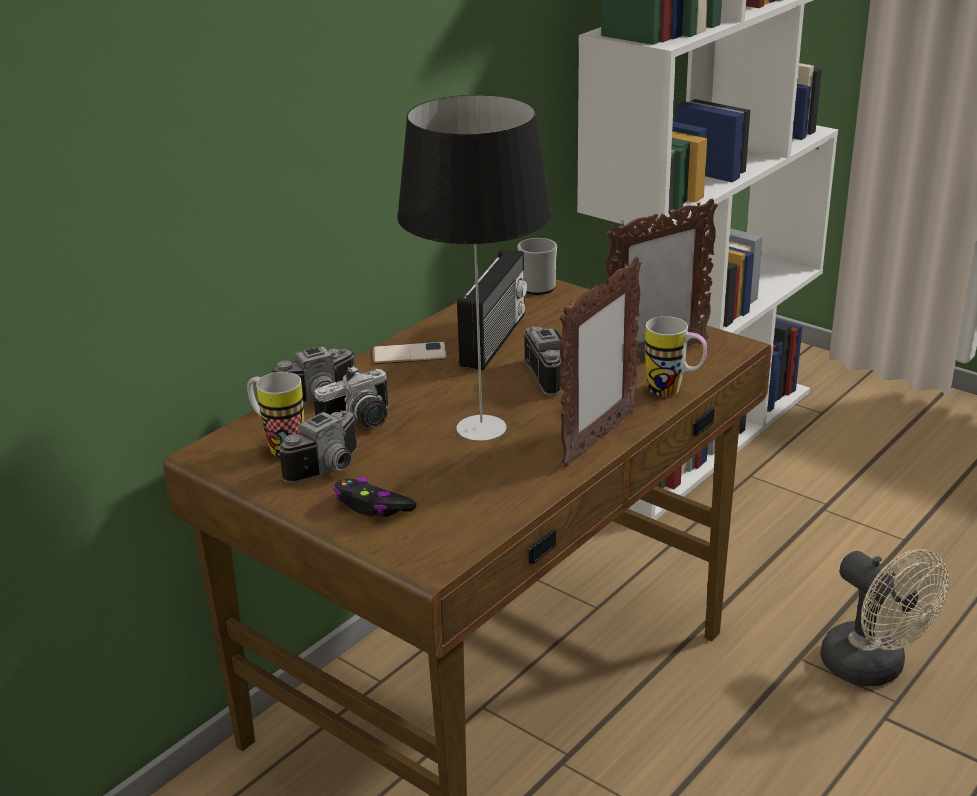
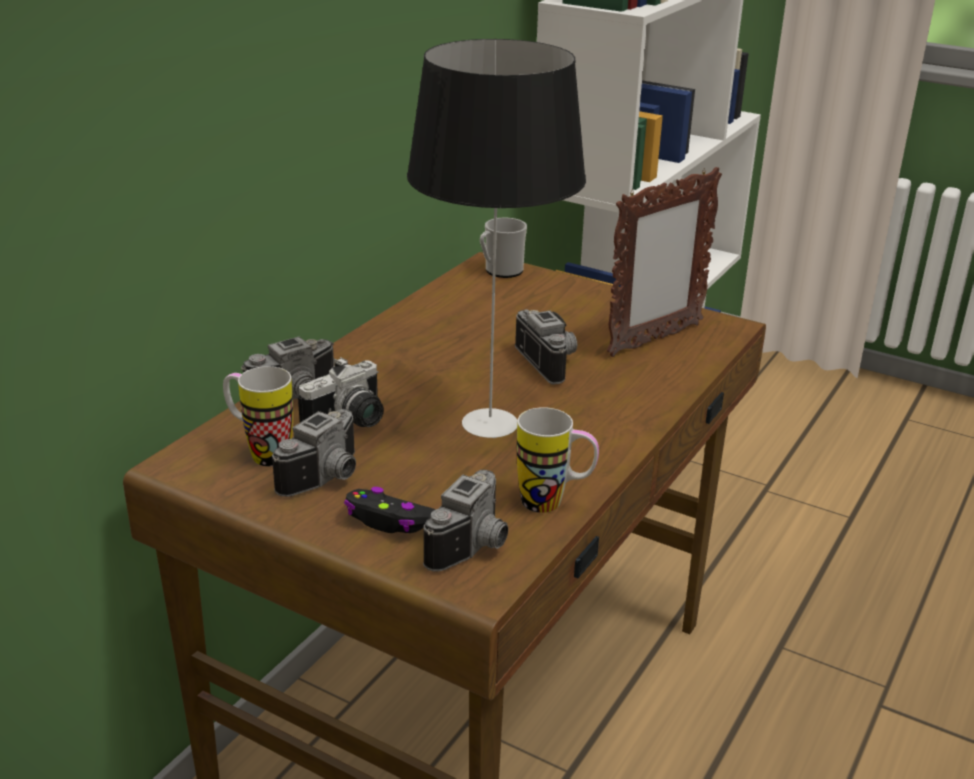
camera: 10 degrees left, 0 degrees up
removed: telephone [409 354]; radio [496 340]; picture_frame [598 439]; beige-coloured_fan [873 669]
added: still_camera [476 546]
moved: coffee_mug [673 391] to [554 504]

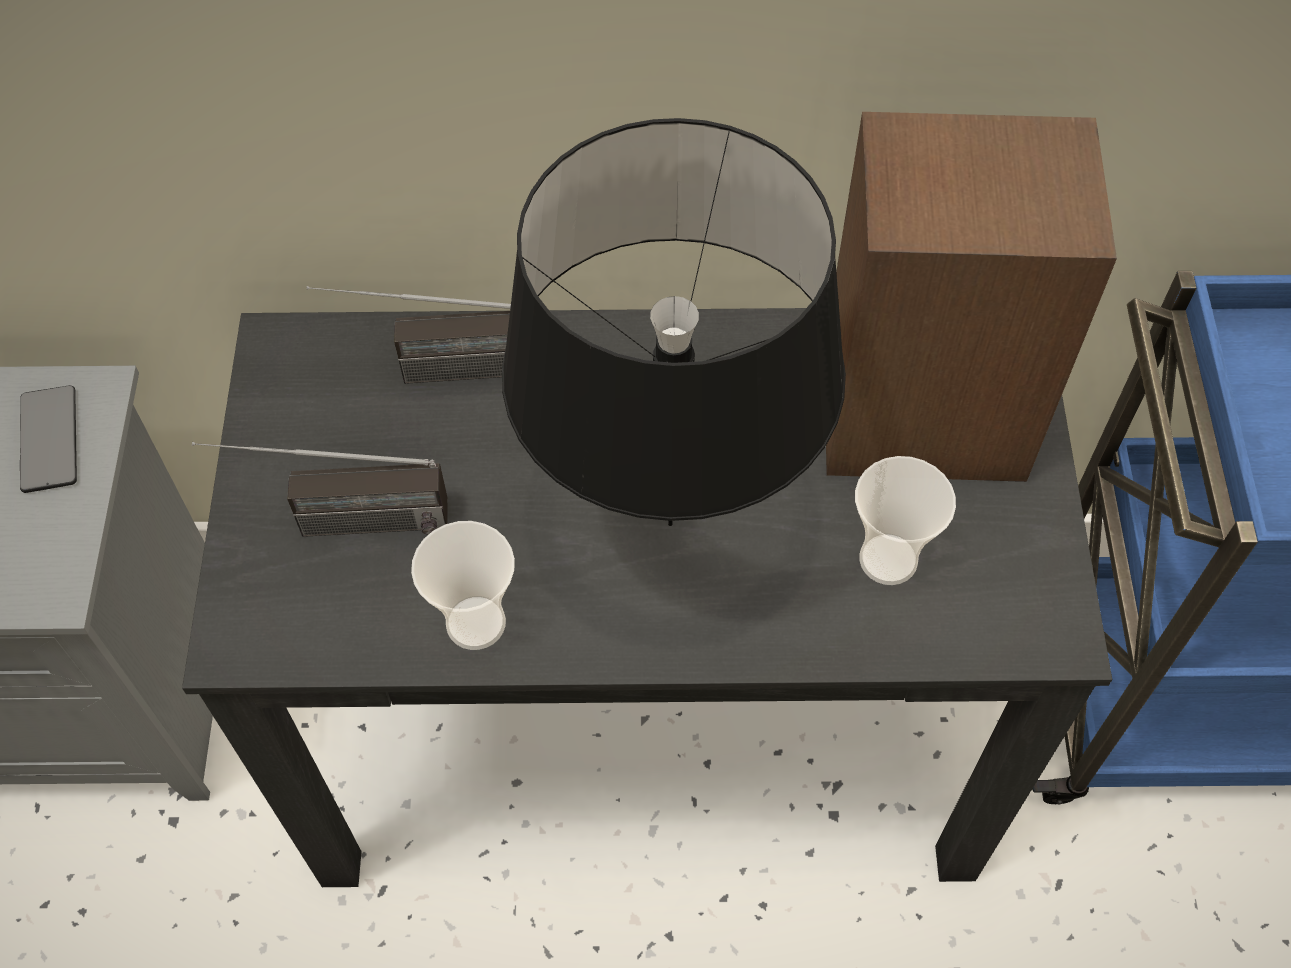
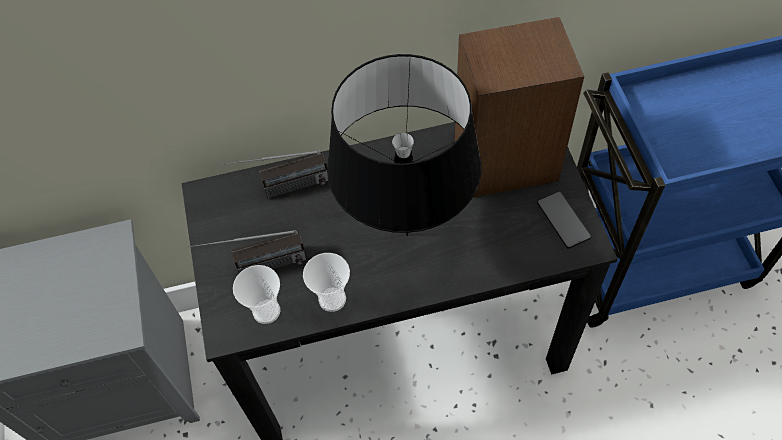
camera: 10 degrees left, 0 degrees up
moved: cup [888 559] to [266 311]; telephone [49 440] to [563 220]

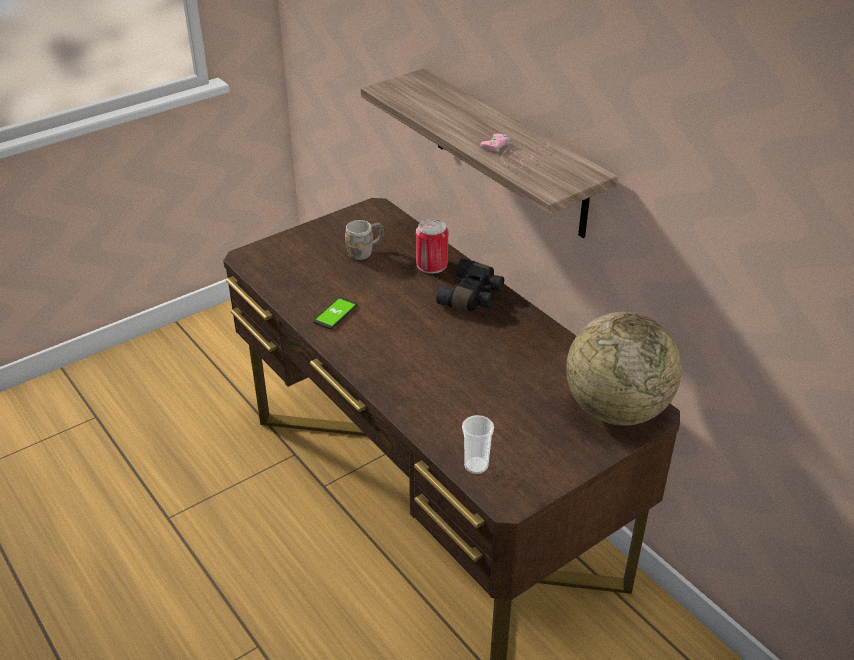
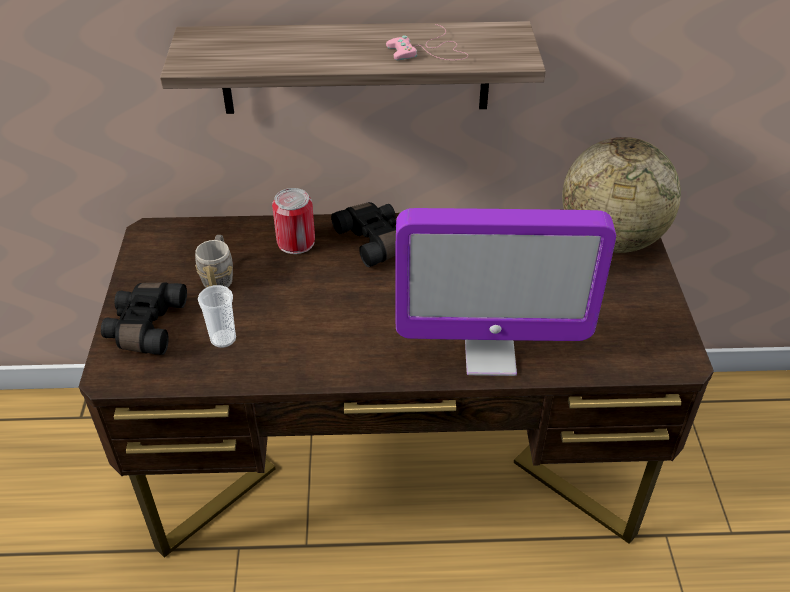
camera: 55 degrees left, 5 degrees up
removed: telephone [335 314]
added: black_binoculars [145 326]; monitor [490 355]
moved: cup [476 465] to [223 339]

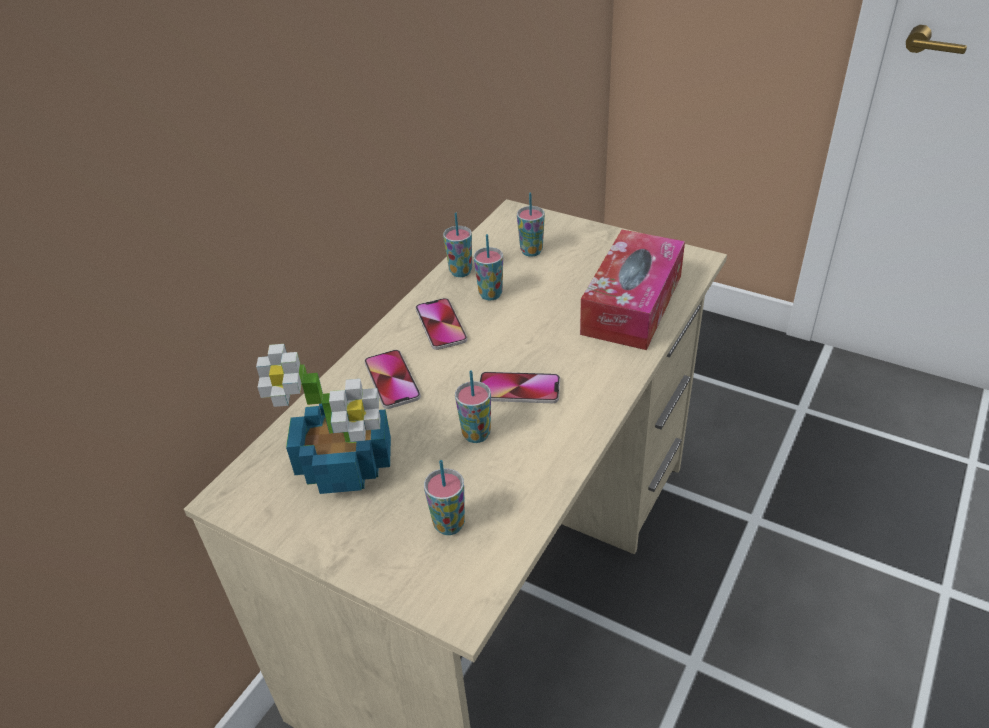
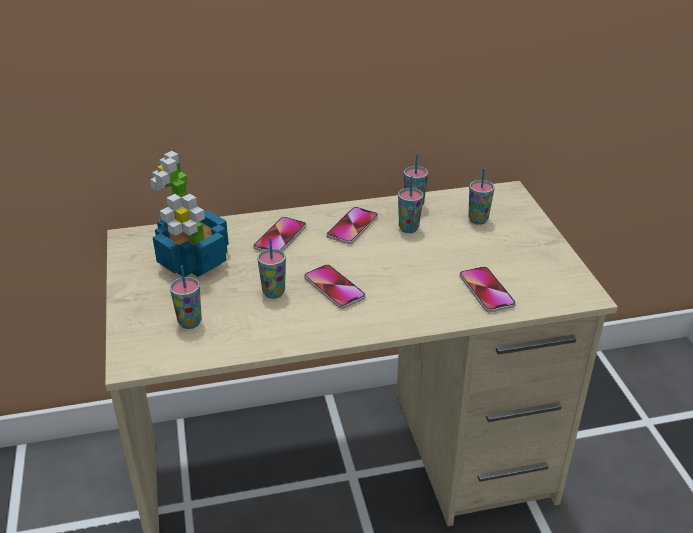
camera: 45 degrees right, 5 degrees down
replaced: tissue_box [632 304] to telephone [486 290]

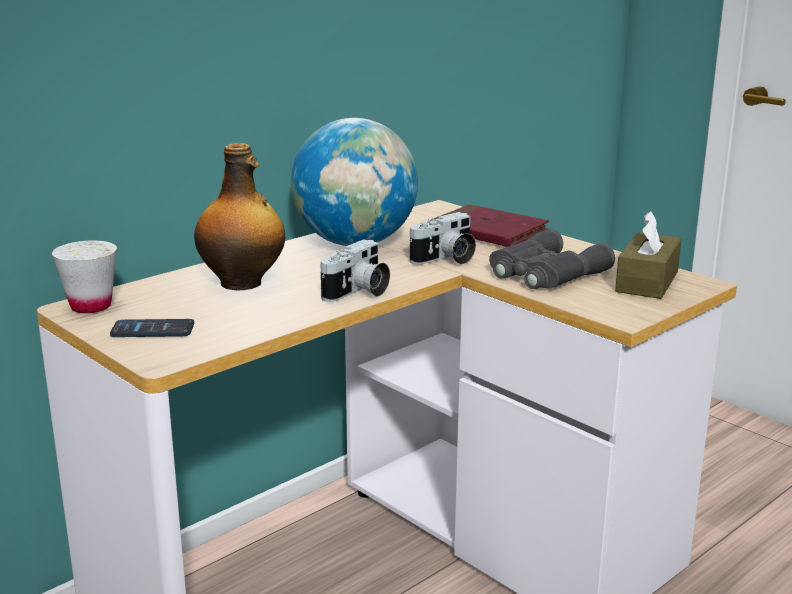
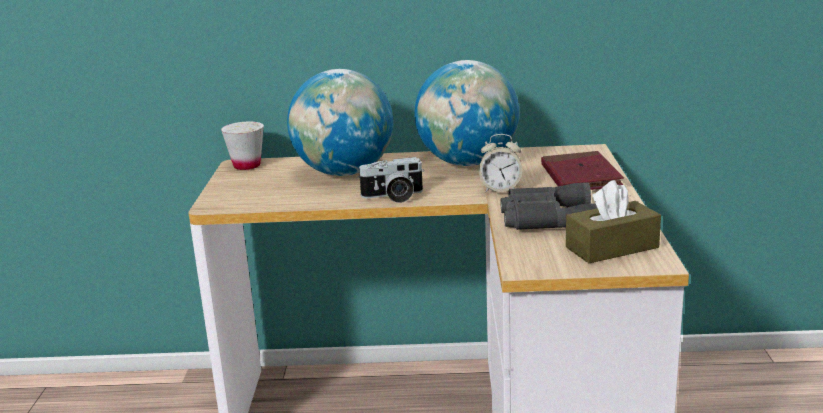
camera: 45 degrees right, 0 degrees up
removed: telephone [152 330]
replaced: beverage_bottle [242 283] to world_globe [344 173]; still_camera [445 259] to bedside_clock [500 189]

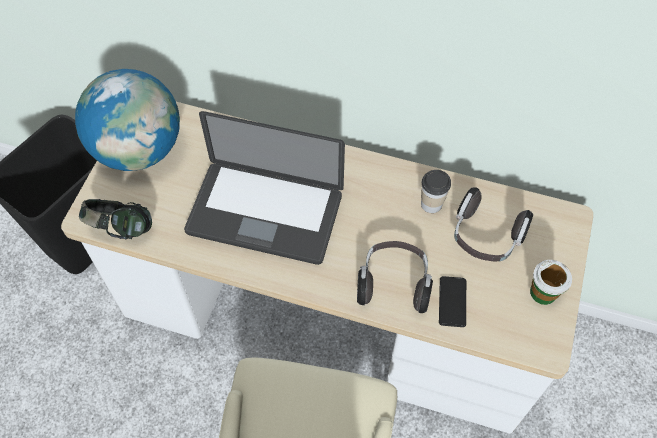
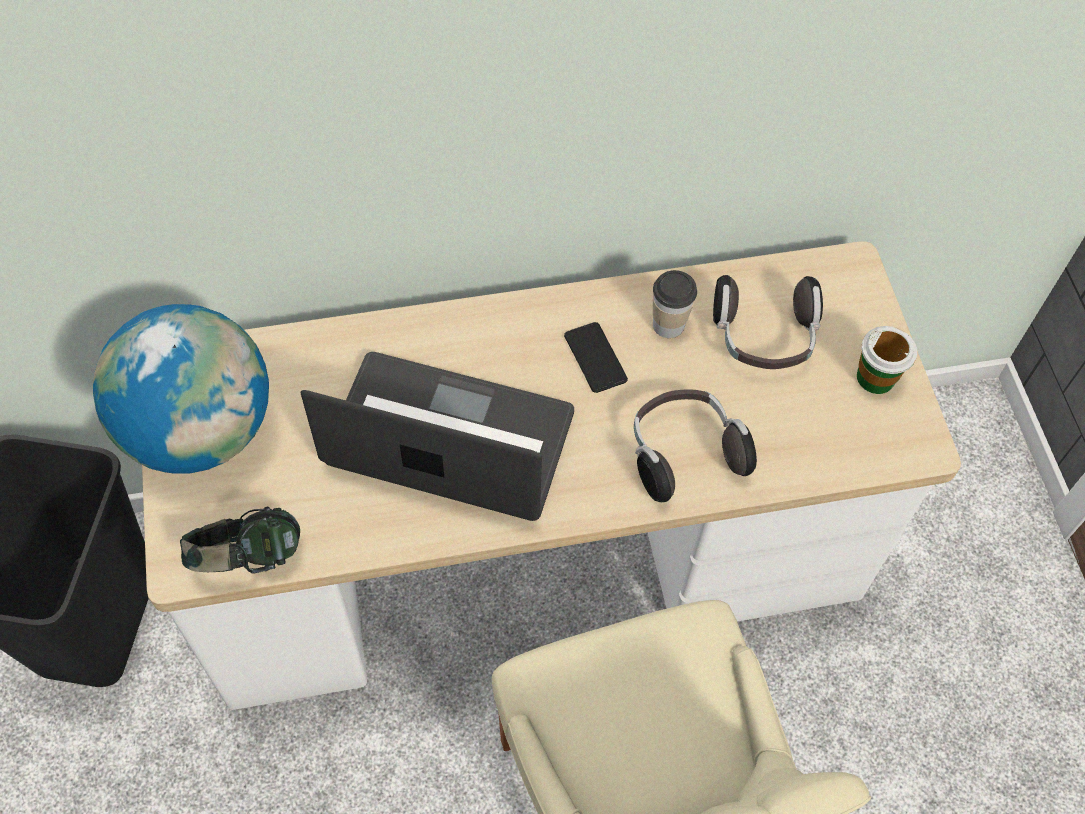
camera: 30 degrees left, 0 degrees up
moved: telephone [452 302] to [595 358]
turned: notebook_computer [265 213] = [449 439] 150 degrees counterclockwise

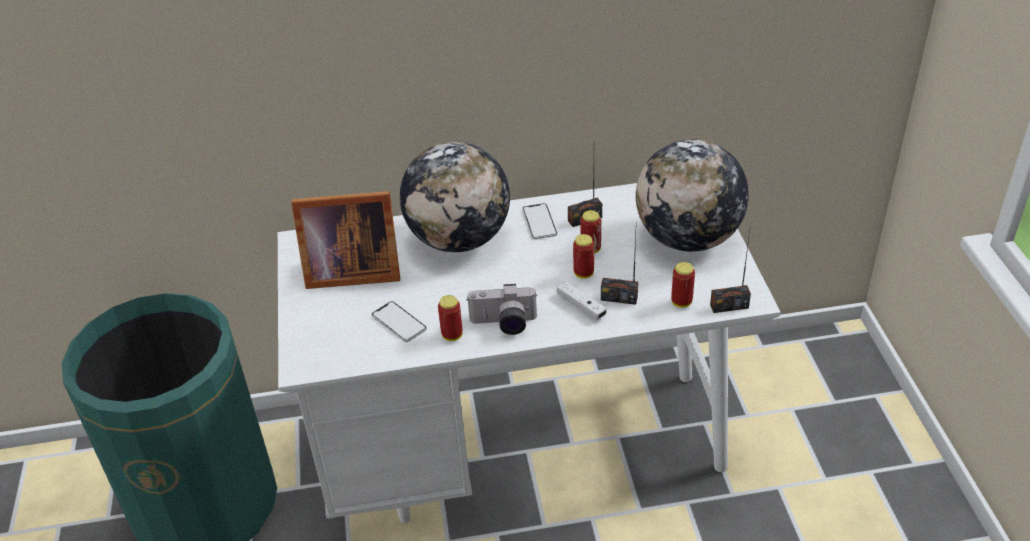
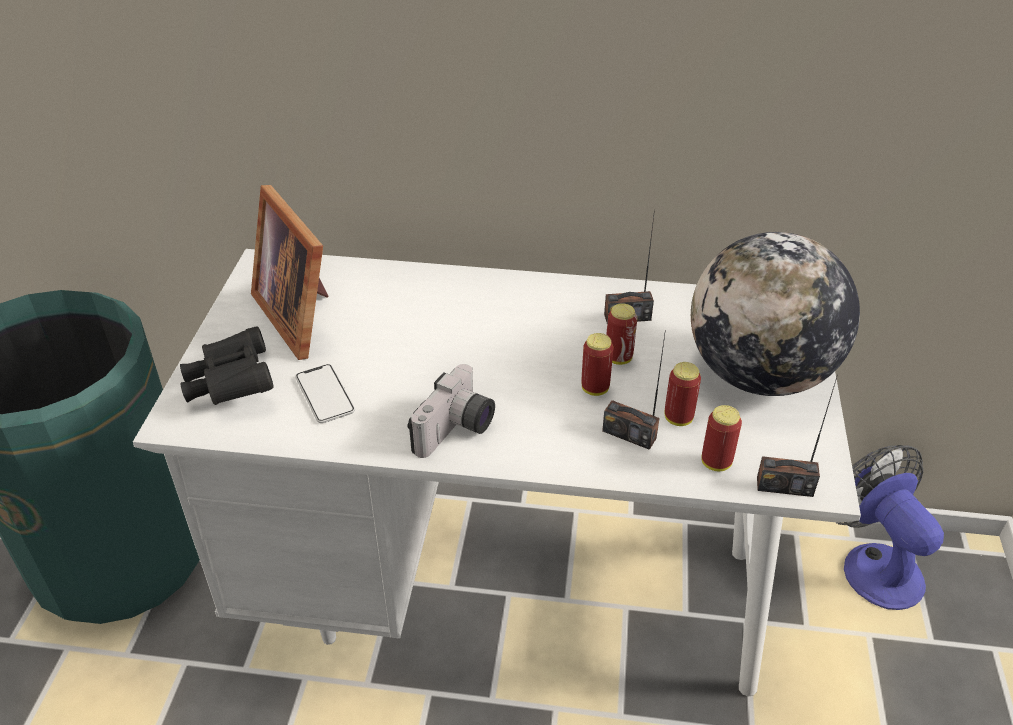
camera: 15 degrees right, 0 degrees up
removed: world_globe [459 239]; telephone [539 222]; white_gamepad [581 306]
added: black_binoculars [231 385]; fan [873 564]
moved: metal_can [452 335] to [678 418]
turned: picture_frame [349 271] = [301 314] 45 degrees clockwise; still_camera [503 324] = [456 431] 75 degrees counterclockwise

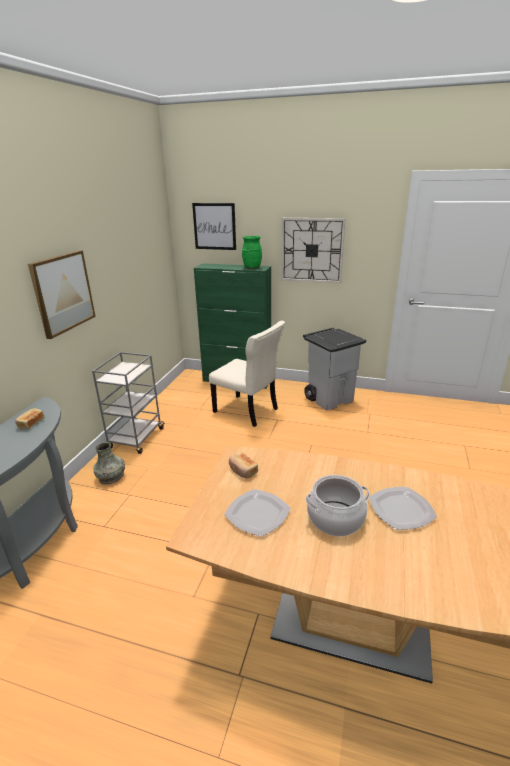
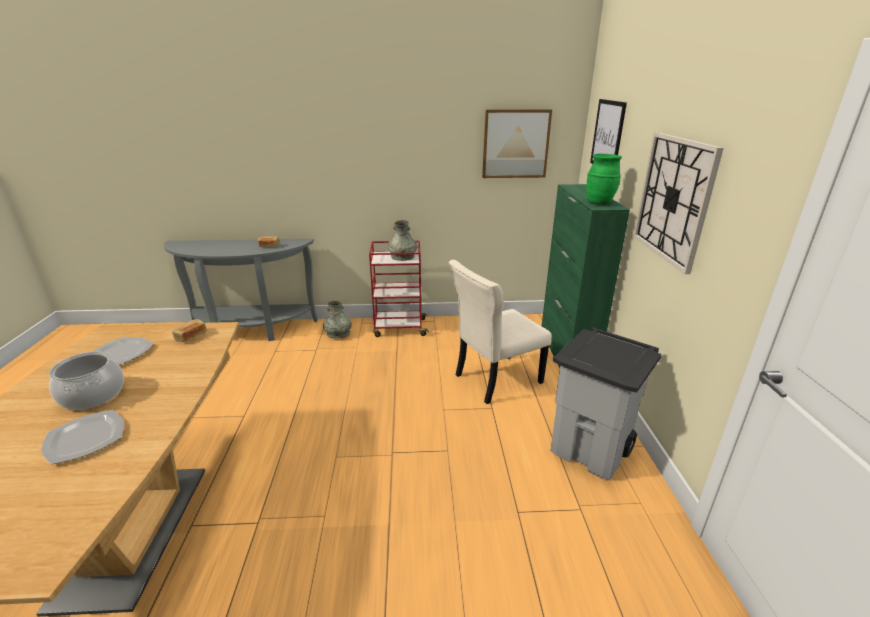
camera: 70 degrees right, 0 degrees up
added: greyish_vase [402 256]
moved: wall_picture [63 293] to [515 144]
recoloured: greyish_wheeled_cart [136 439] to reddish_wheeled_cart [399 328]
turned: beige-coloured_chair [247 411] = [495 379] 45 degrees clockwise

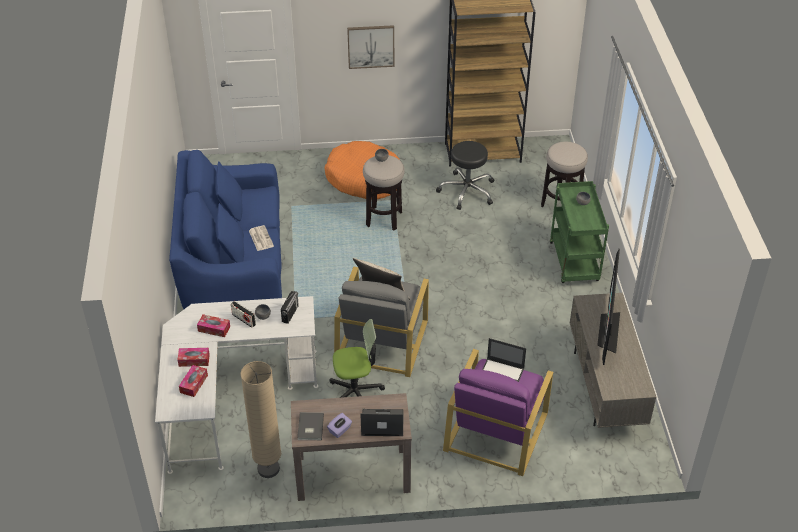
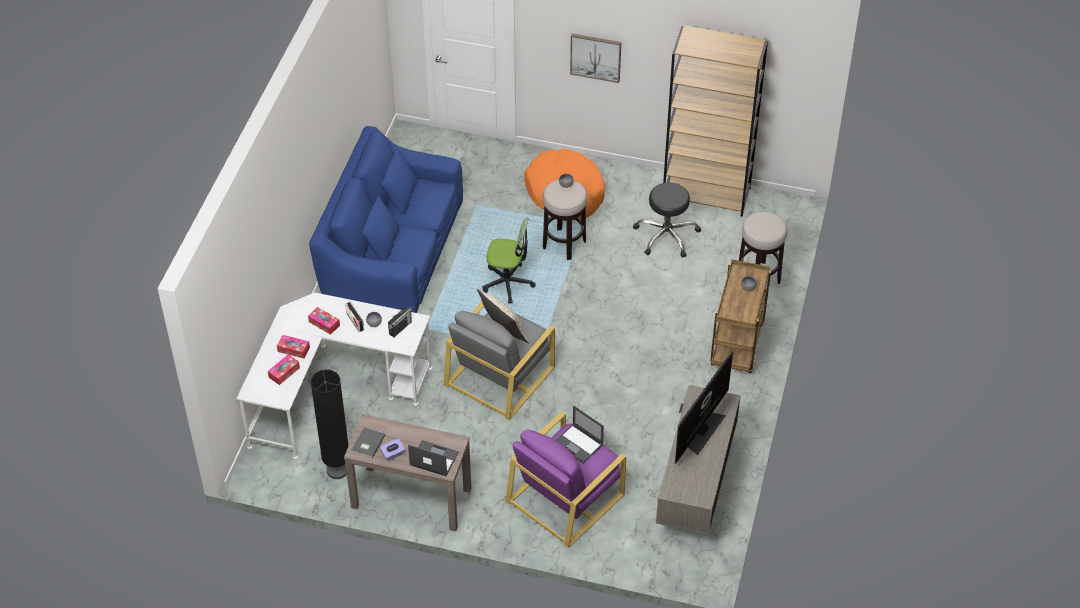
camera: 20 degrees right, 5 degrees up
removed: printed_paper [260 238]
moved: office_chair [356 392] to [508 283]
recoloured: beige-coloured_standing_lamp [268 469] to black_standing_lamp [337 470]; green_wheeled_cart [575 263] to brown-coloured_wheeled_cart [737 347]

